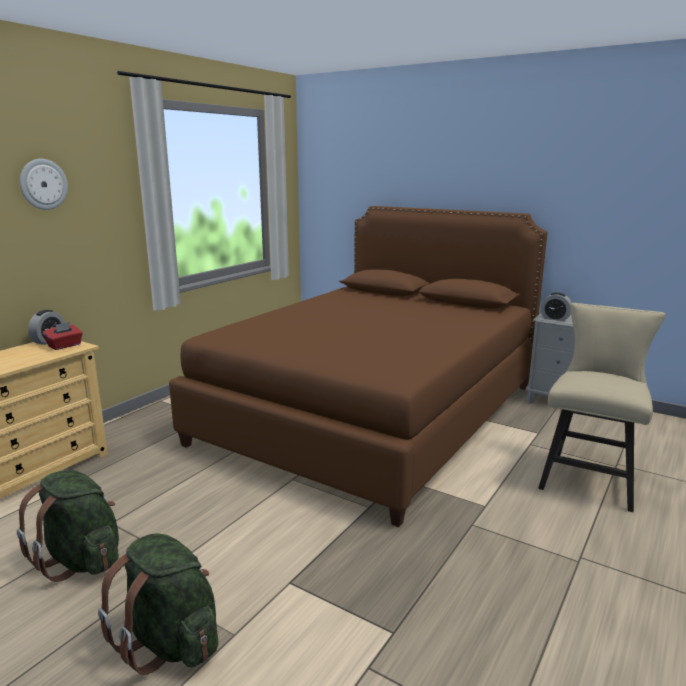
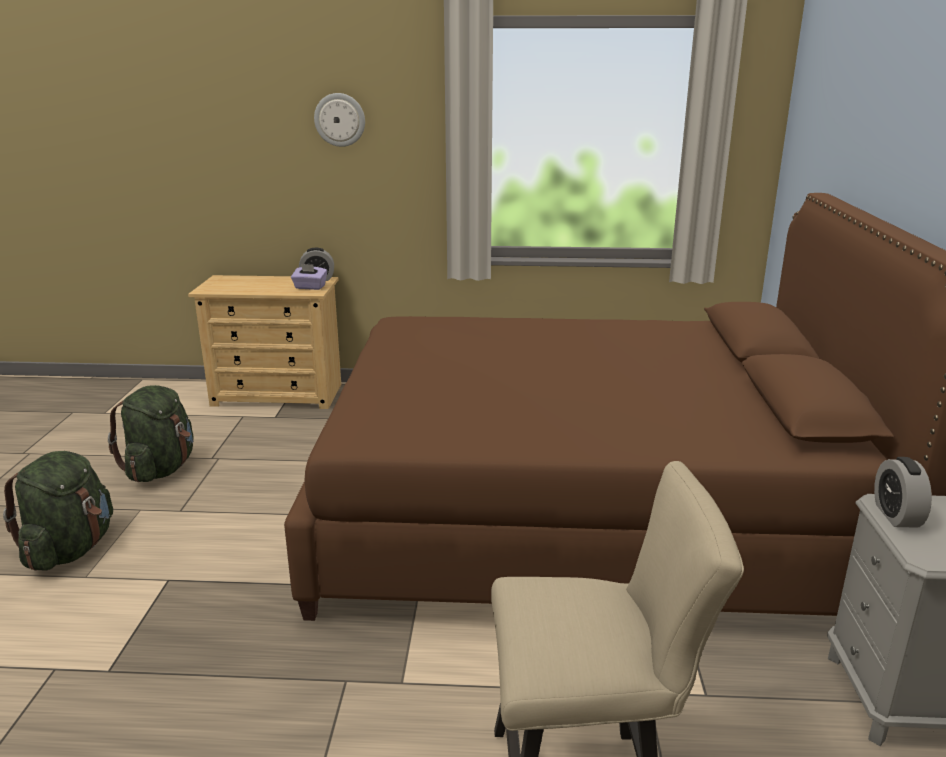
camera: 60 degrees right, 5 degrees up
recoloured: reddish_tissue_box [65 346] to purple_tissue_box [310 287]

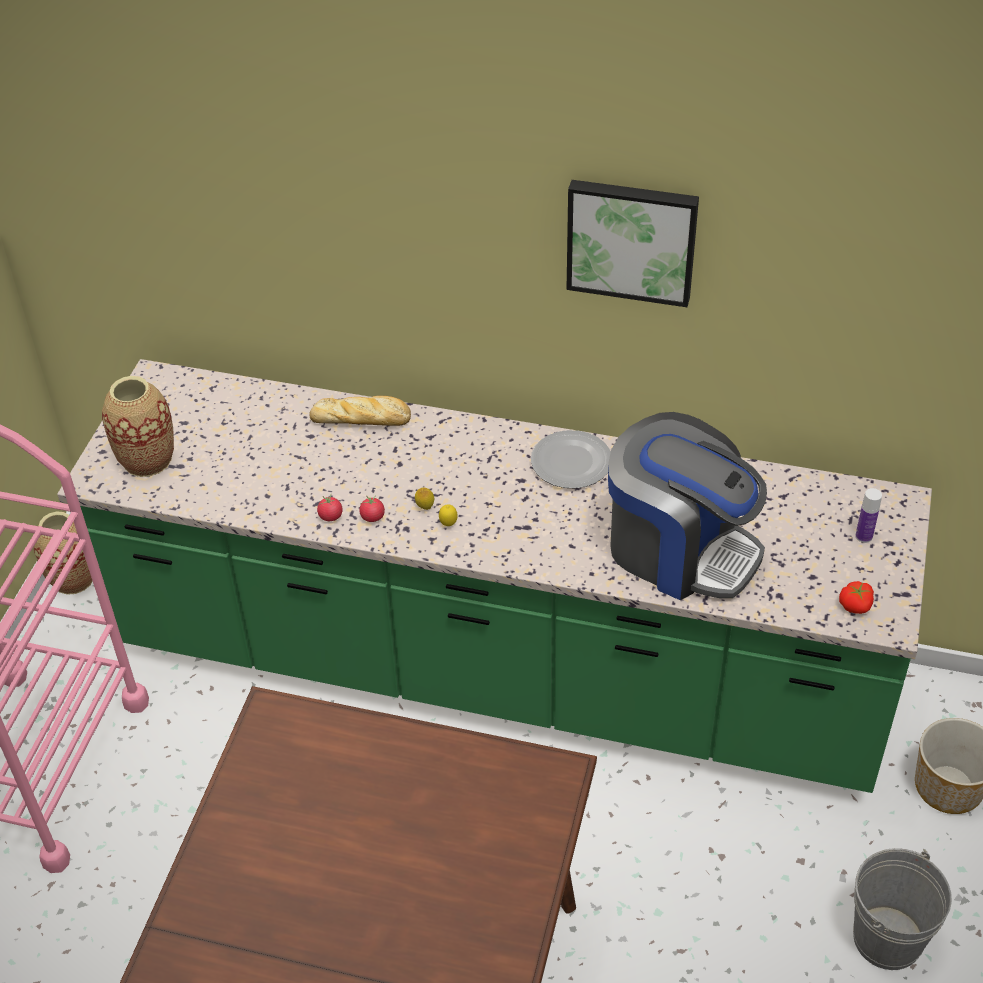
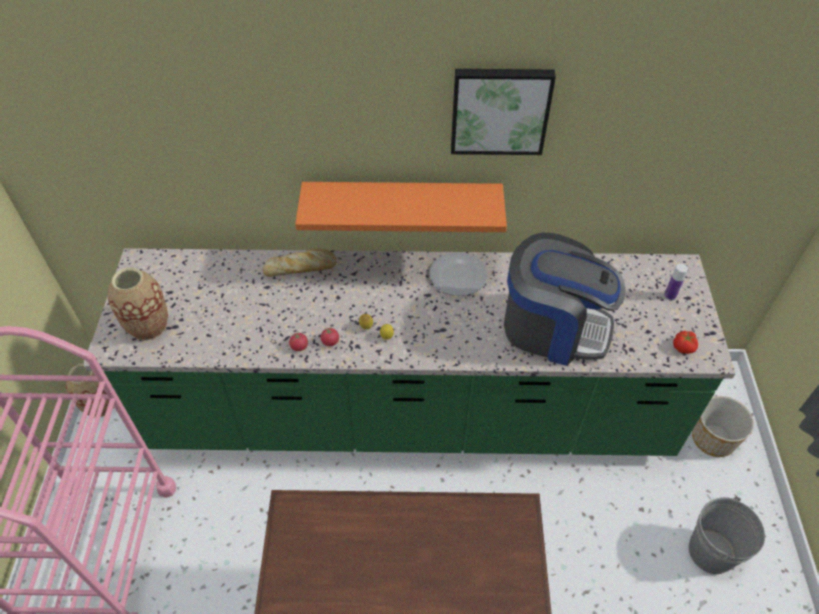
camera: 15 degrees left, 5 degrees up
added: orange_bracket_shelf [402 203]

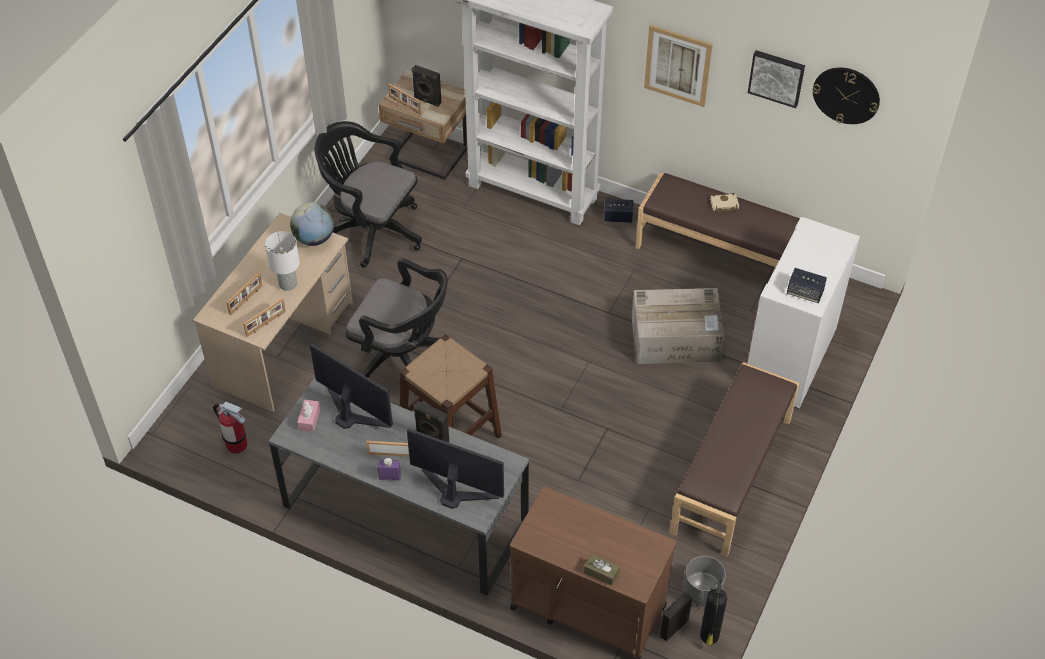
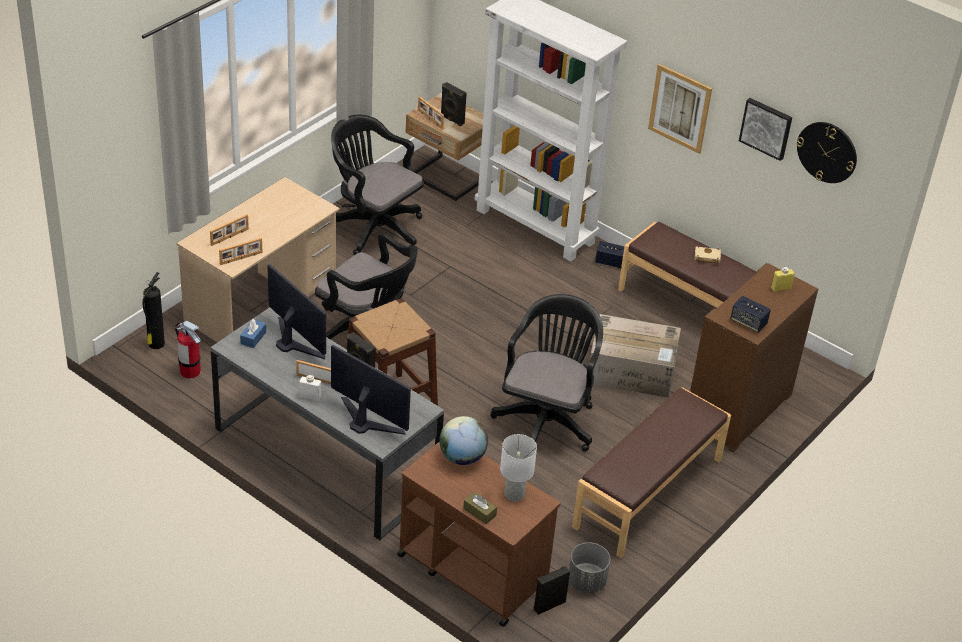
camera: 10 degrees right, 10 degrees down
added: black_office_chair [546 420]; yellowish_beverage_bottle [781 288]
moved: fire-fighting_cylinder [709 637] to [155 344]; world_globe [314 238] to [462 457]; white_lamp_for_a_table [287 284] to [514 494]
recoloured: pinkish_tissue_box [309 419] to blue-coloured_tissue_box [253 338]; purple_beverage_bottle [389 476] to white_beverage_bottle [310 397]; white_cabinet [791 360] to brown-coloured_cabinet [739 410]

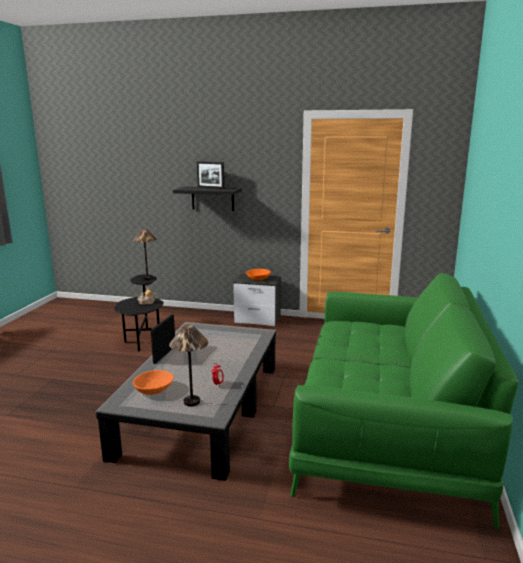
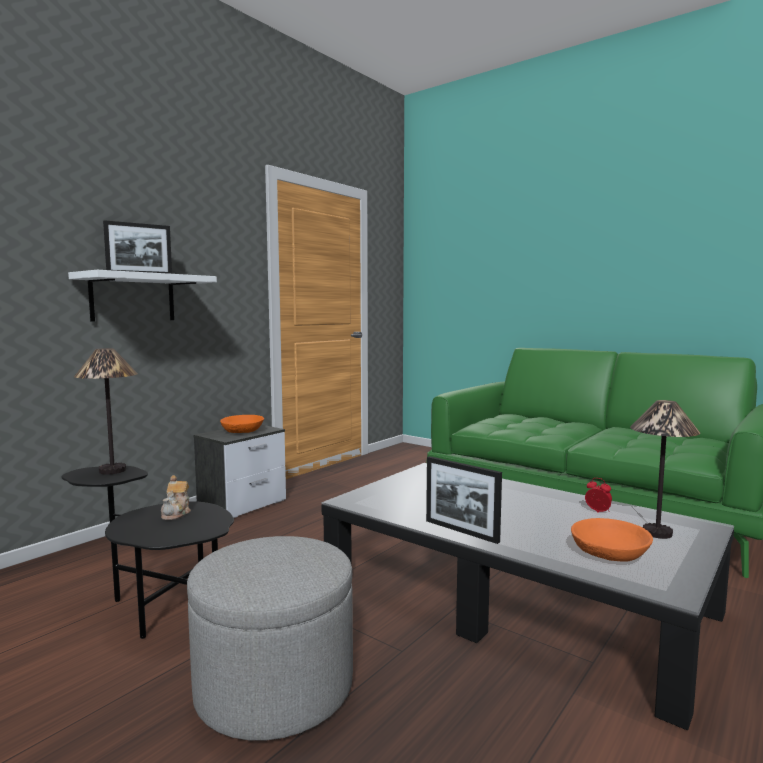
camera: 65 degrees left, 10 degrees down
added: greyish_ottoman [274 686]
recoloured: black_bracket_shelf [212 198] to white_bracket_shelf [133 298]

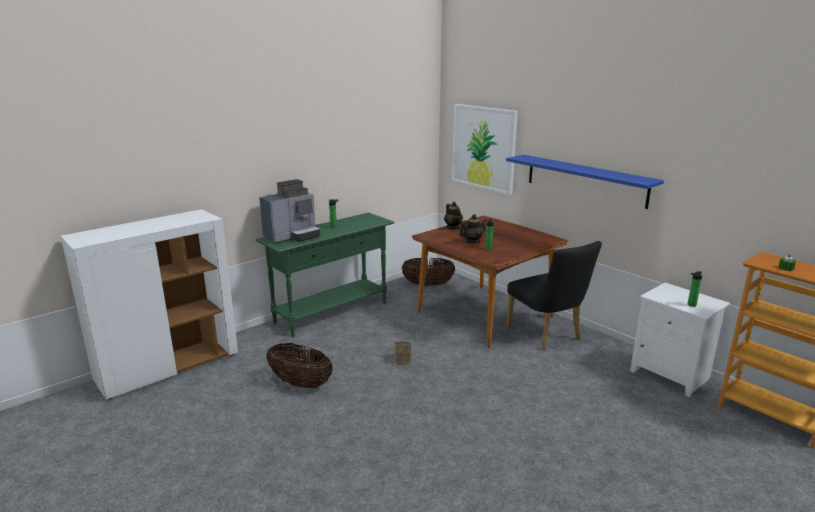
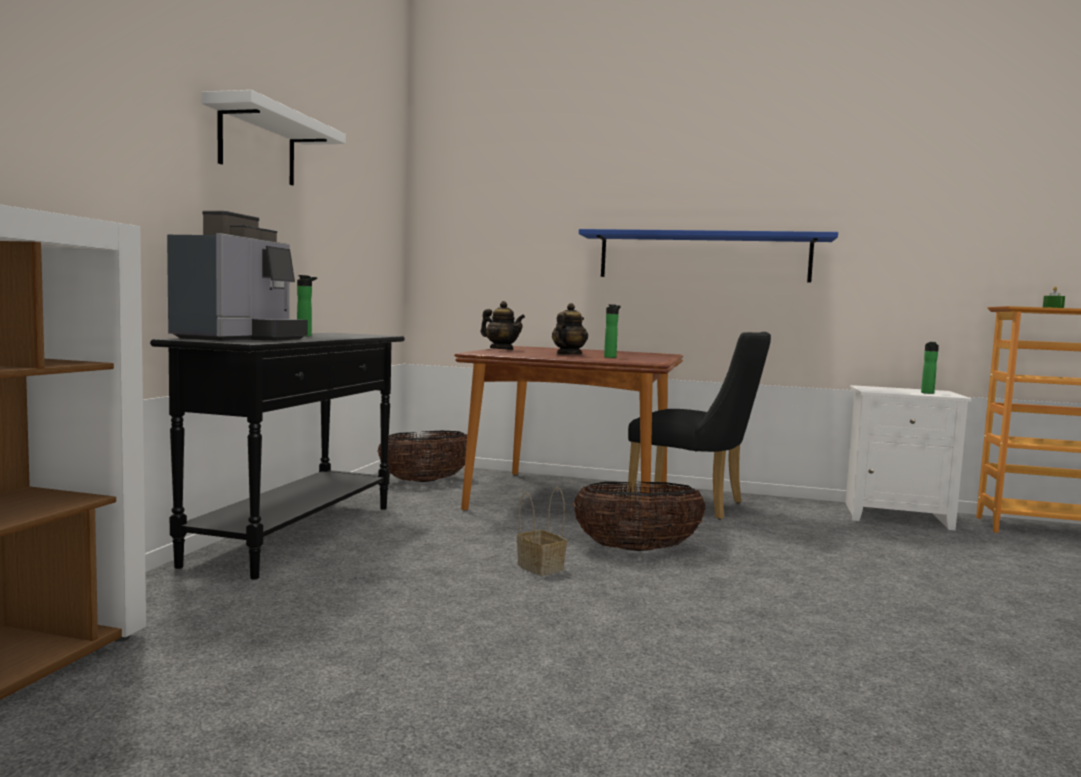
camera: 35 degrees left, 15 degrees down
removed: wall_picture [483 148]
added: white_bracket_shelf [257 145]
moved: household_basket [300 383] to [637 549]
recoloured: green_narrow_table [332 313] to black_narrow_table [297 534]

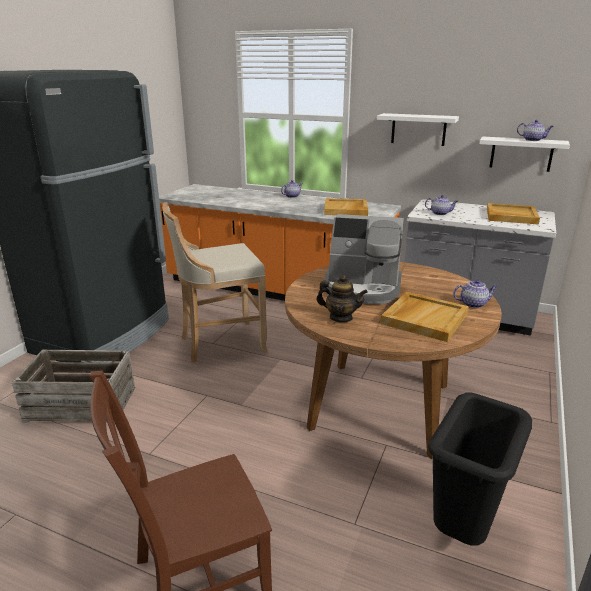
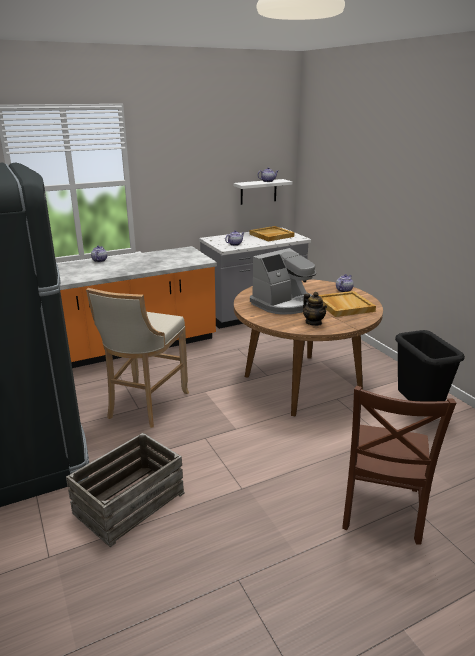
camera: 50 degrees left, 0 degrees up
removed: beige-coloured_tray [346 210]; white_bracket_shelf [418 129]
turned: tea_pot [341 318] = [313 322] 90 degrees clockwise

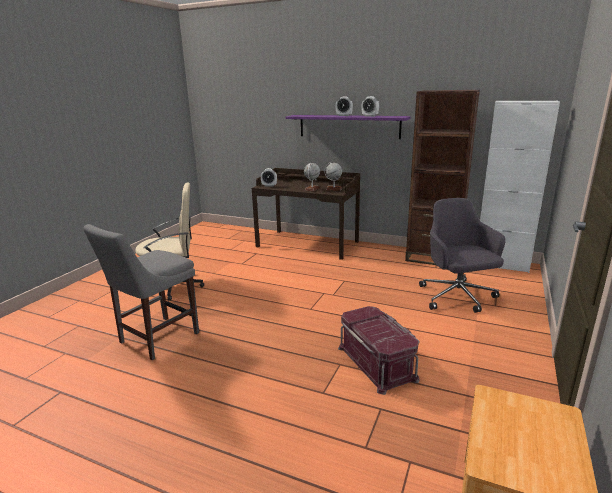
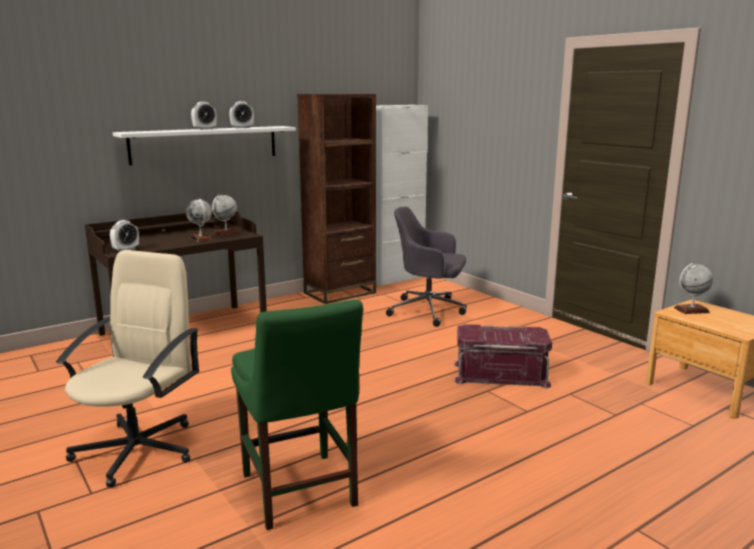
camera: 60 degrees left, 5 degrees down
added: world_globe [691 310]
recoloured: purple_bracket_shelf [348 126] to white_bracket_shelf [205 144]; greyish_chair [156 339] to green_chair [299 493]

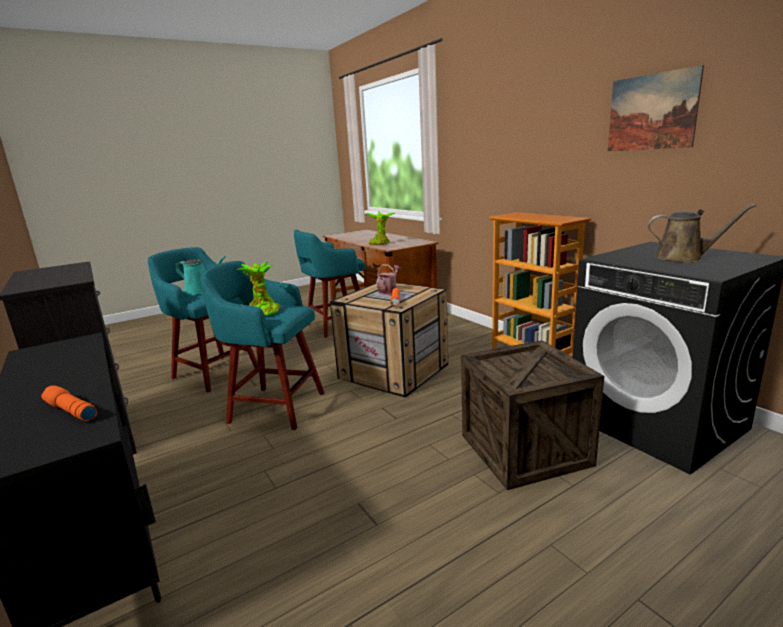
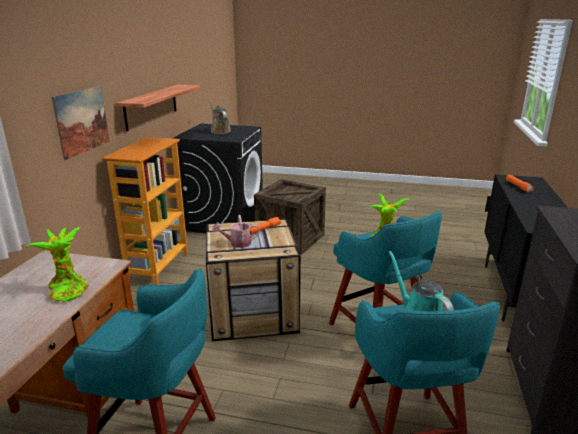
camera: 135 degrees left, 5 degrees up
added: bracket_shelf [151 106]
moved: wall_picture [651 112] to [82 121]

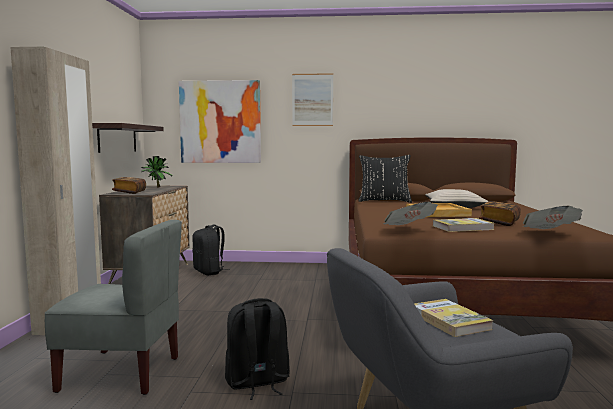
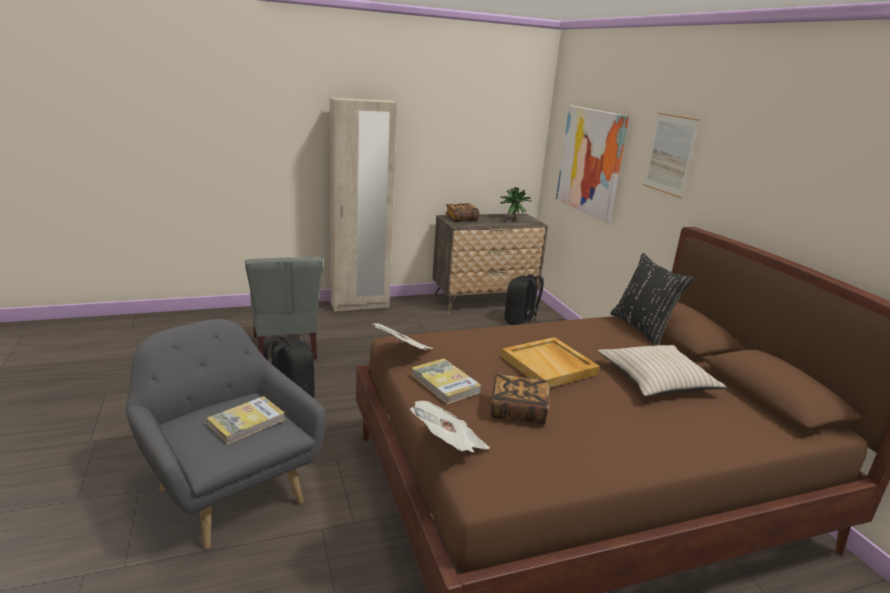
camera: 65 degrees right, 15 degrees up
removed: bracket_shelf [117 138]

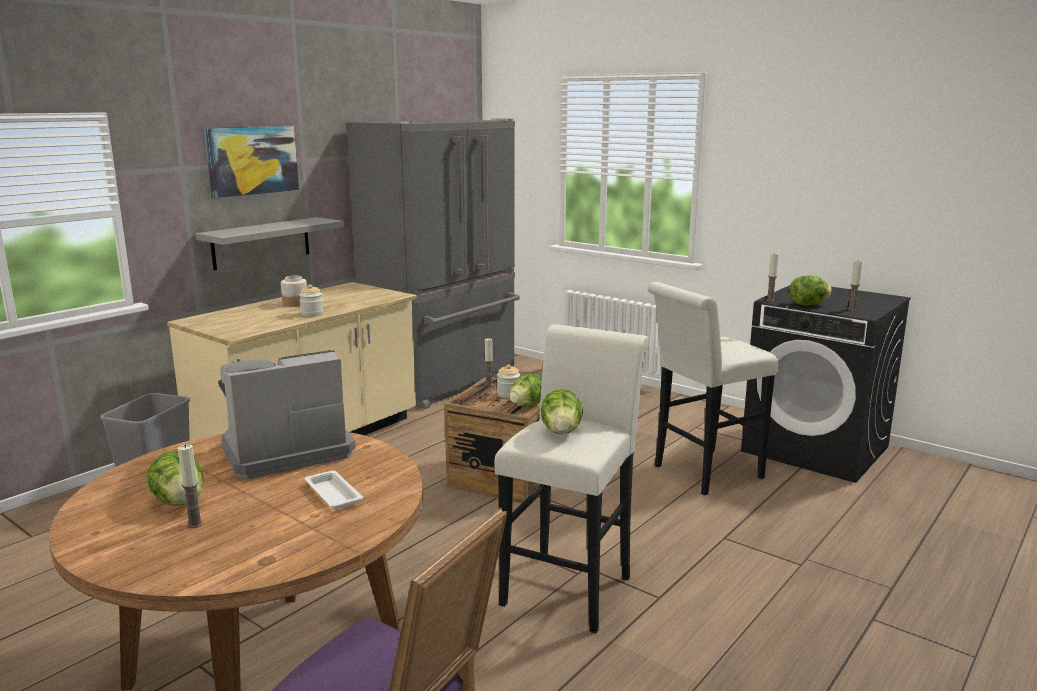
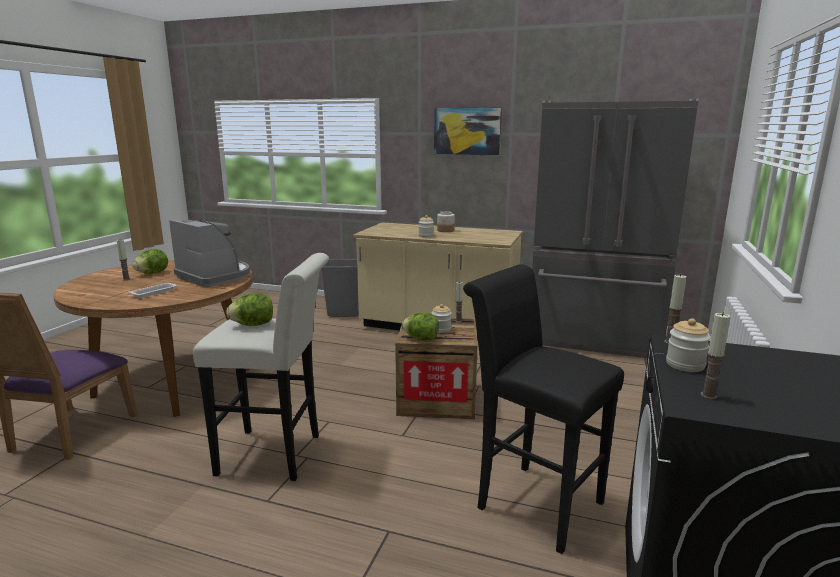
camera: 70 degrees right, 0 degrees up
removed: greyish_bracket_shelf [261 243]
replaced: head_of_lettuce [808 305] to preserve_jar [685 365]
recoloured: white_stool_seat [701 473] to black_stool_seat [532 501]

